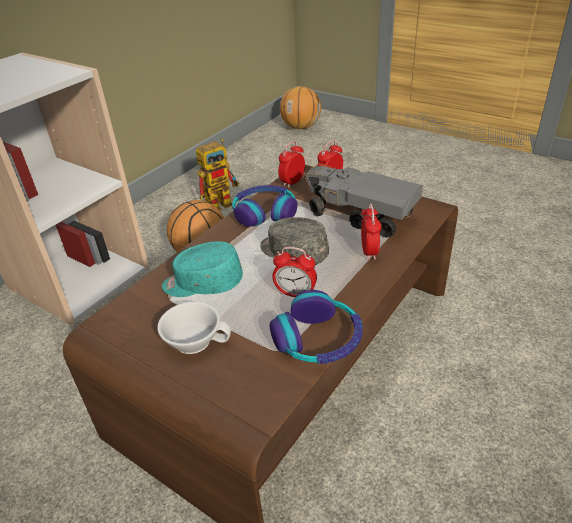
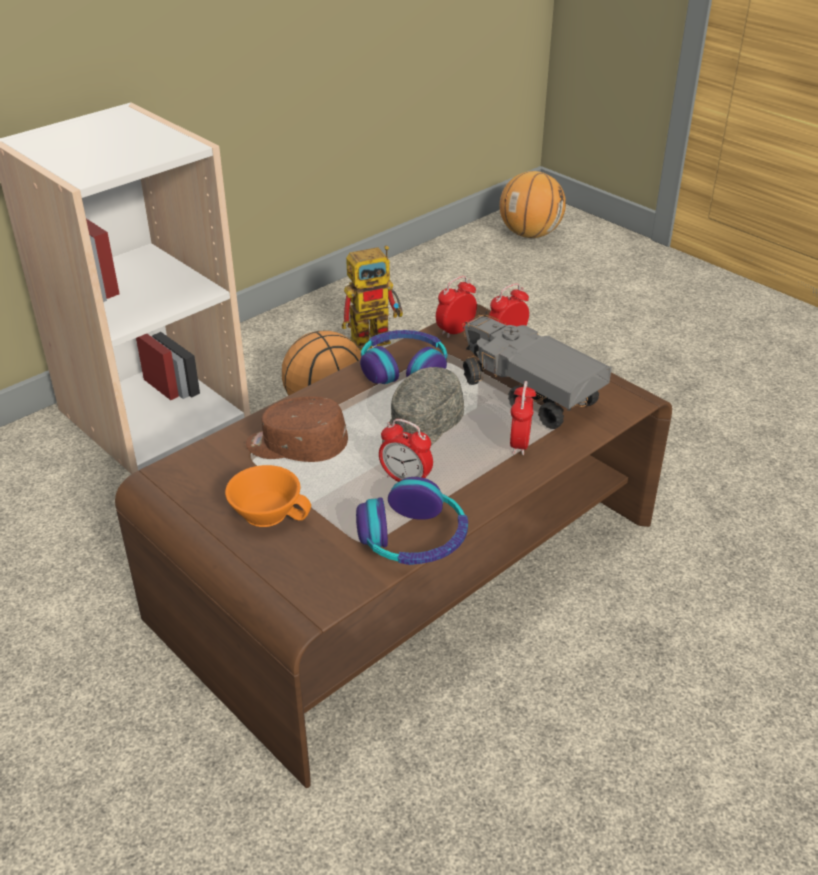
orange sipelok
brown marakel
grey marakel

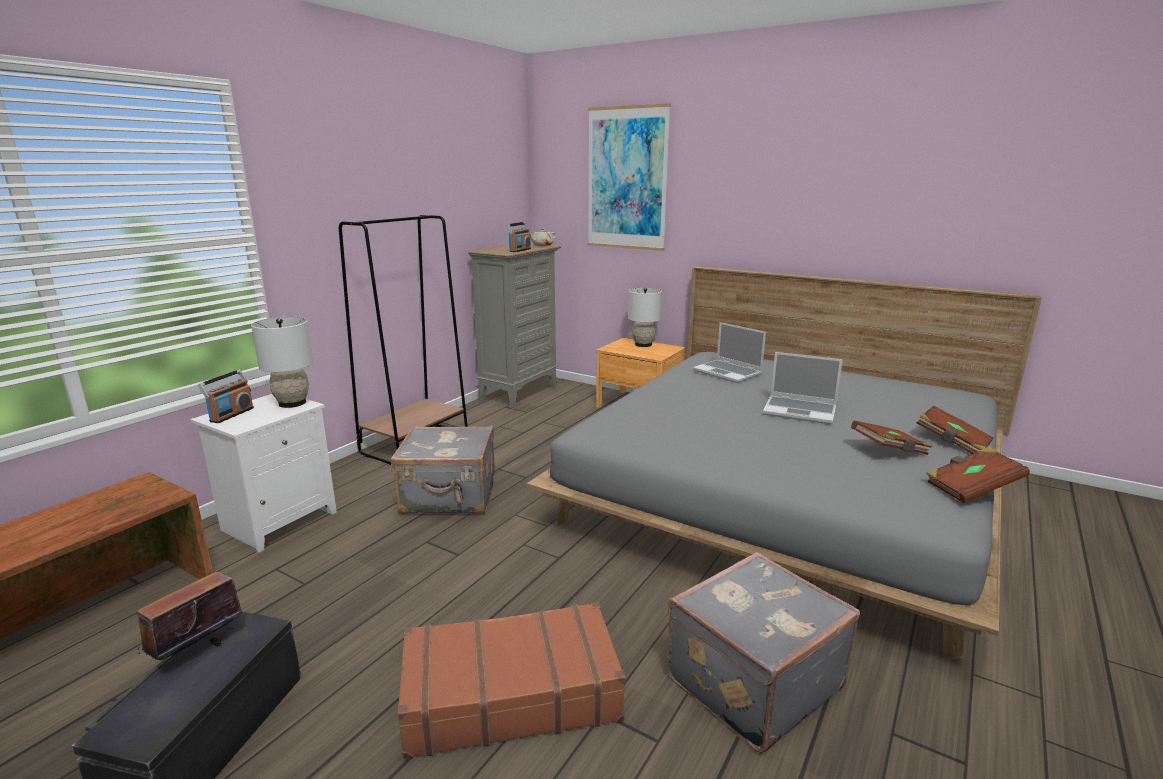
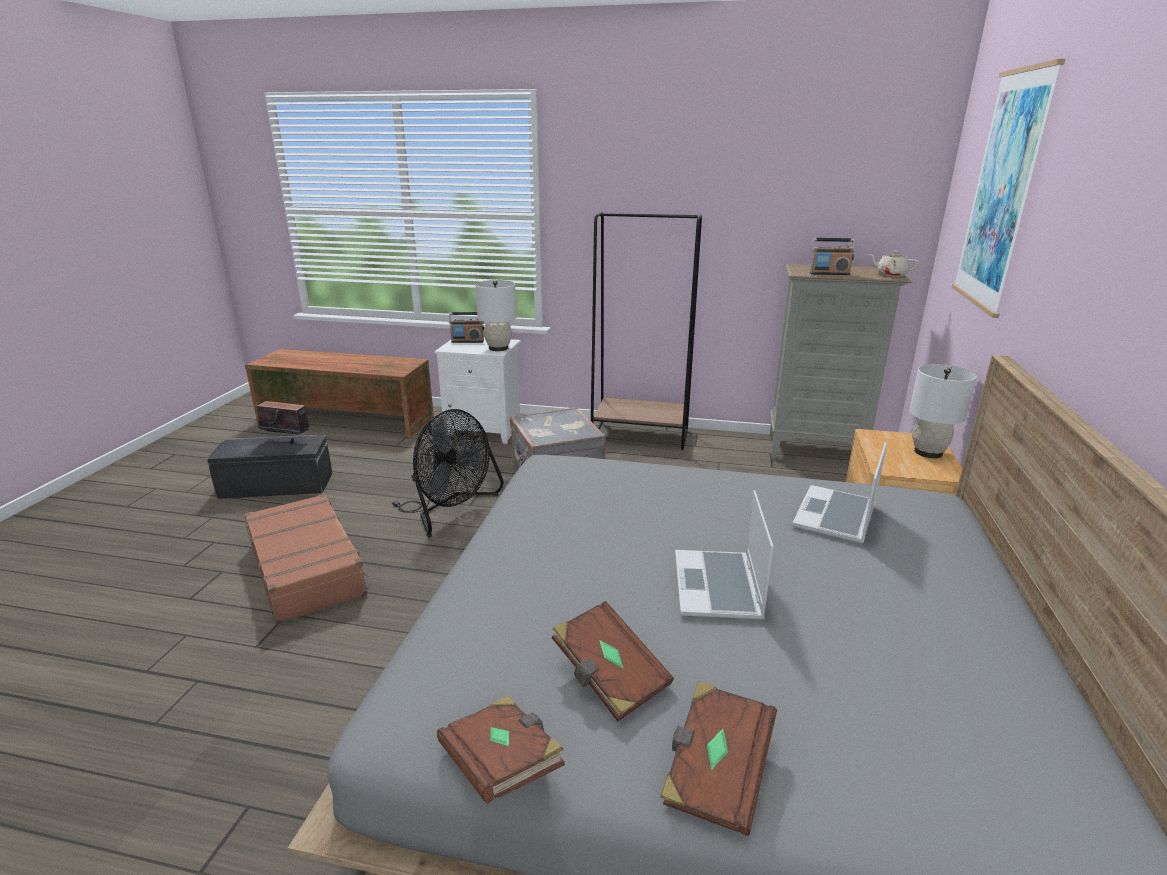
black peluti
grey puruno (2nd from left in the first image)

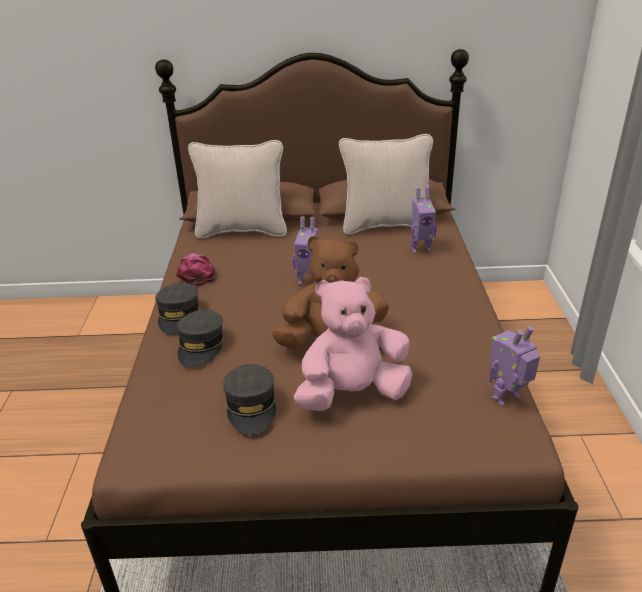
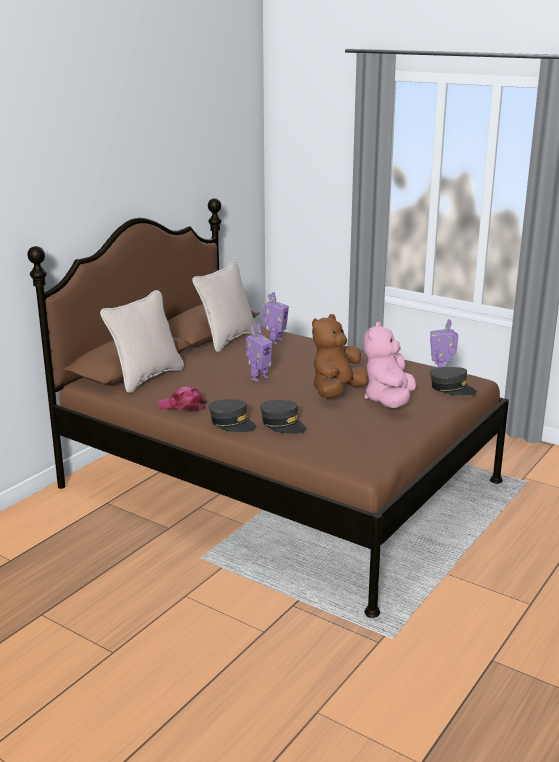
grey marakel (3rd from left)

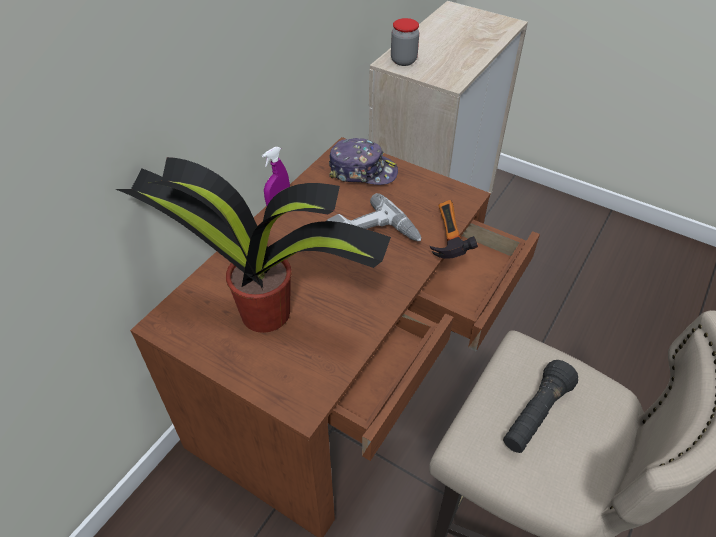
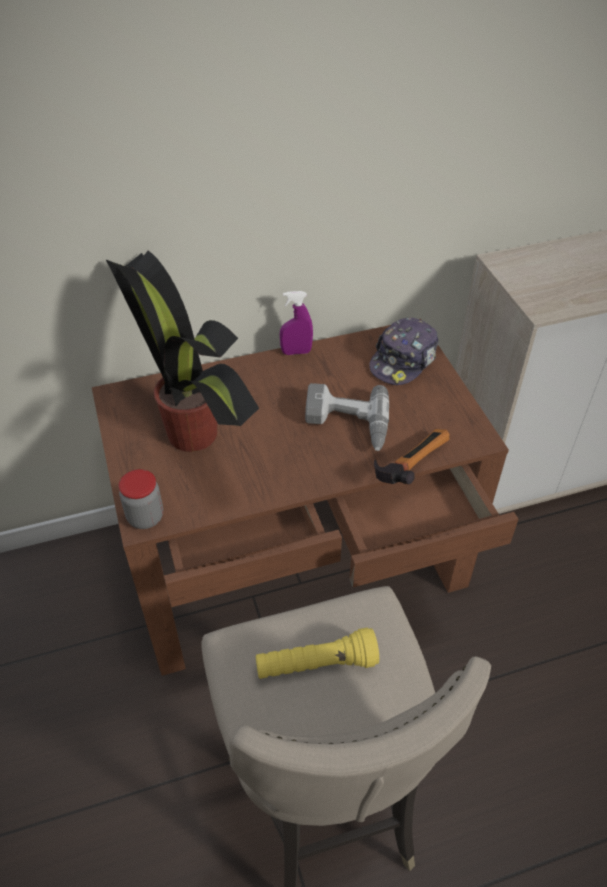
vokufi
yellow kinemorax
marakel

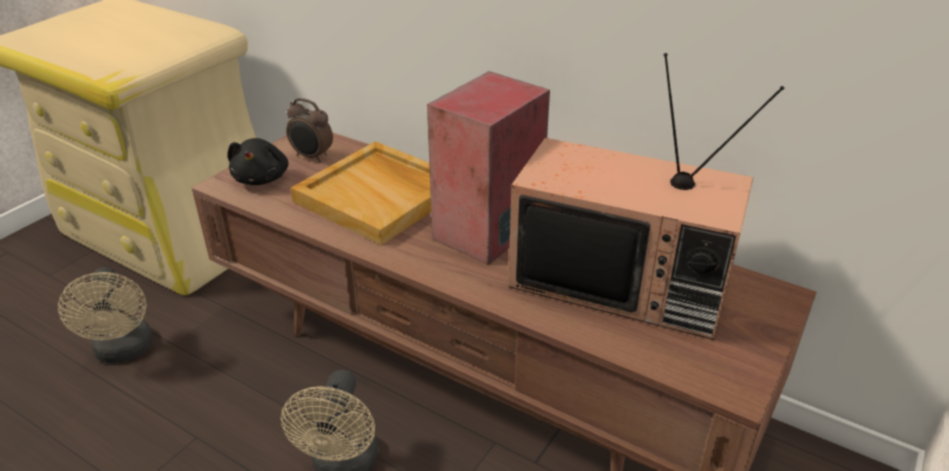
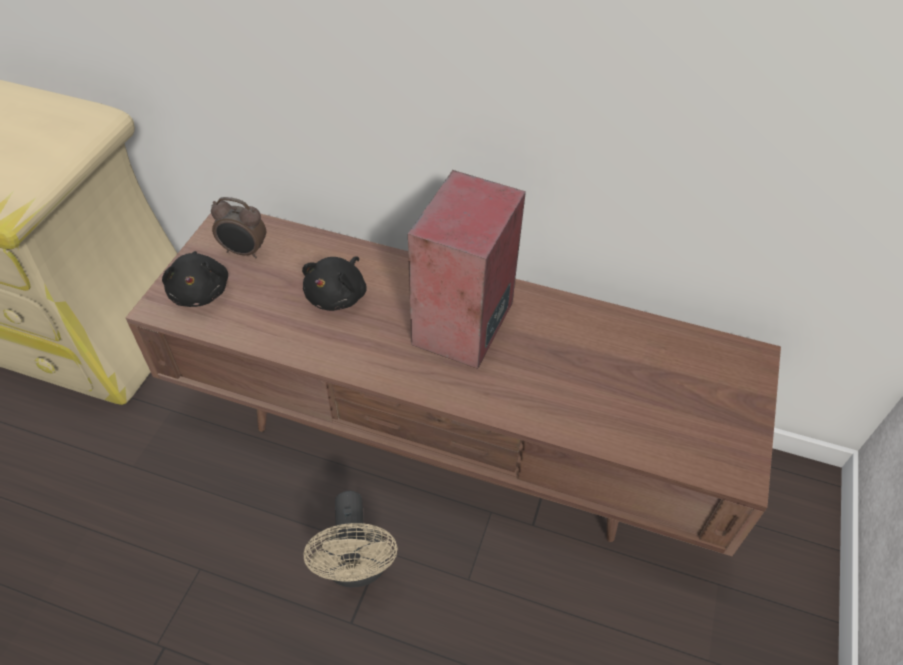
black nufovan (2nd from left)
beige peluti (1st from left in the first image)
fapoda

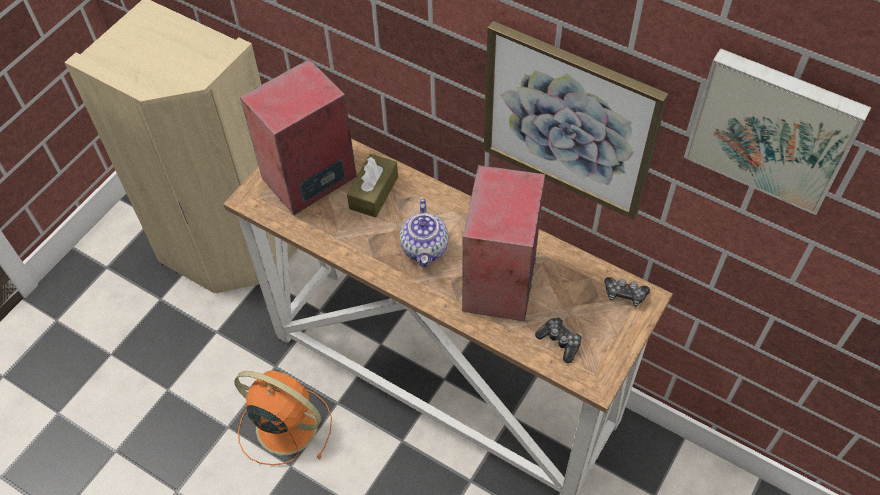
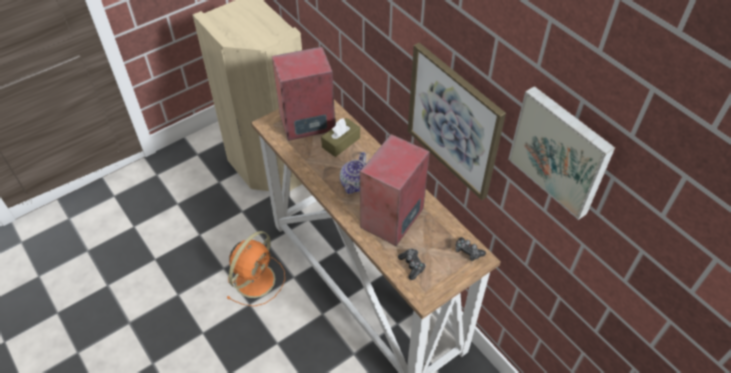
orange peluti

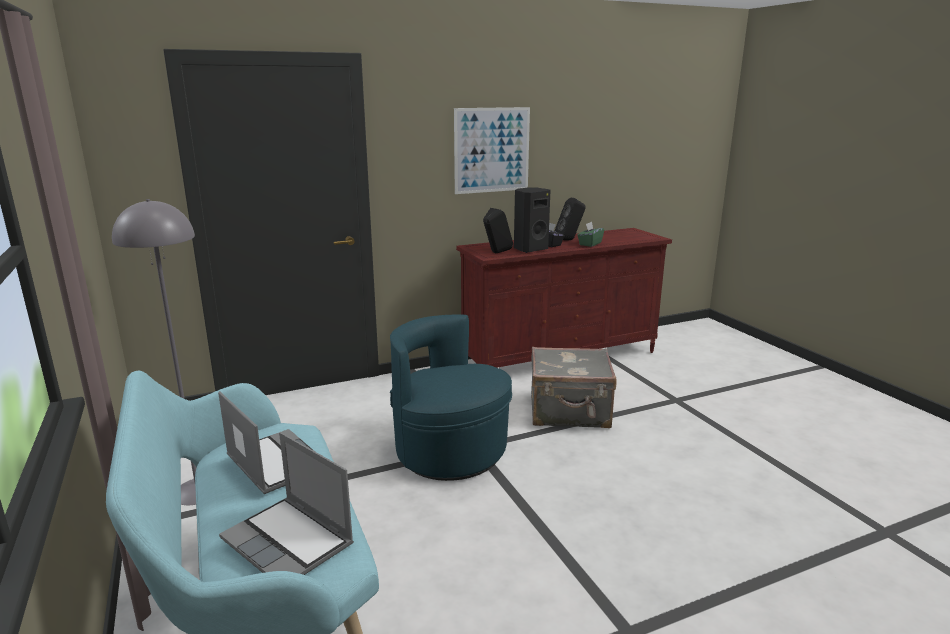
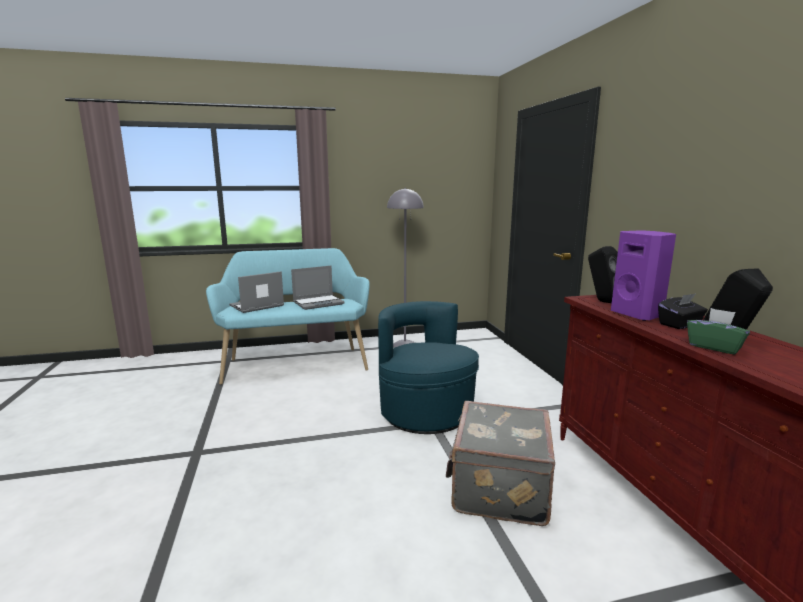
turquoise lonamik
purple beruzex
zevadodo

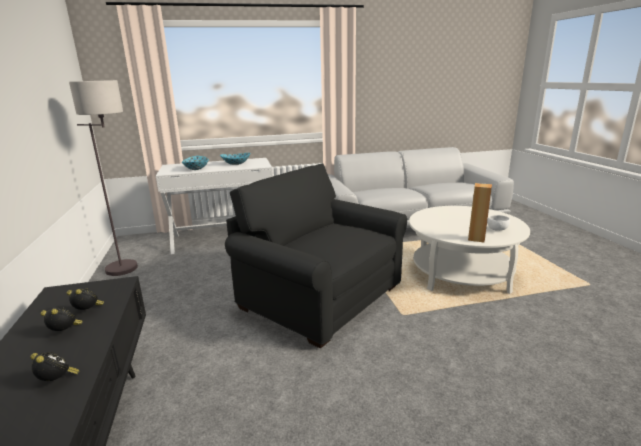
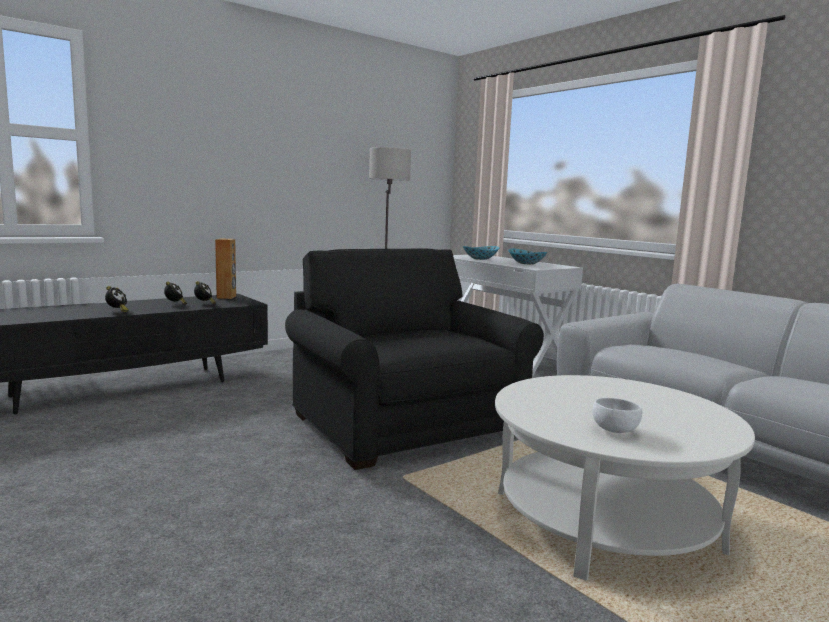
brown beruzex
black lonamik

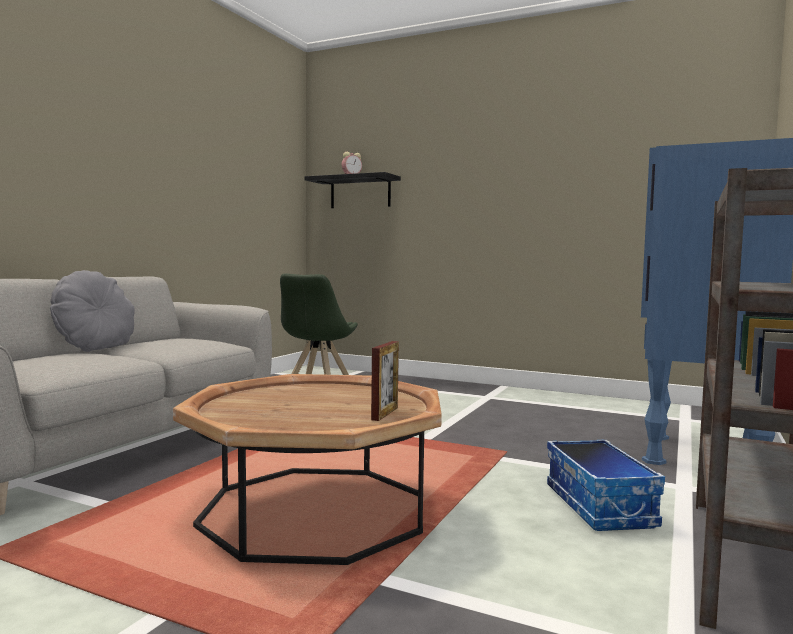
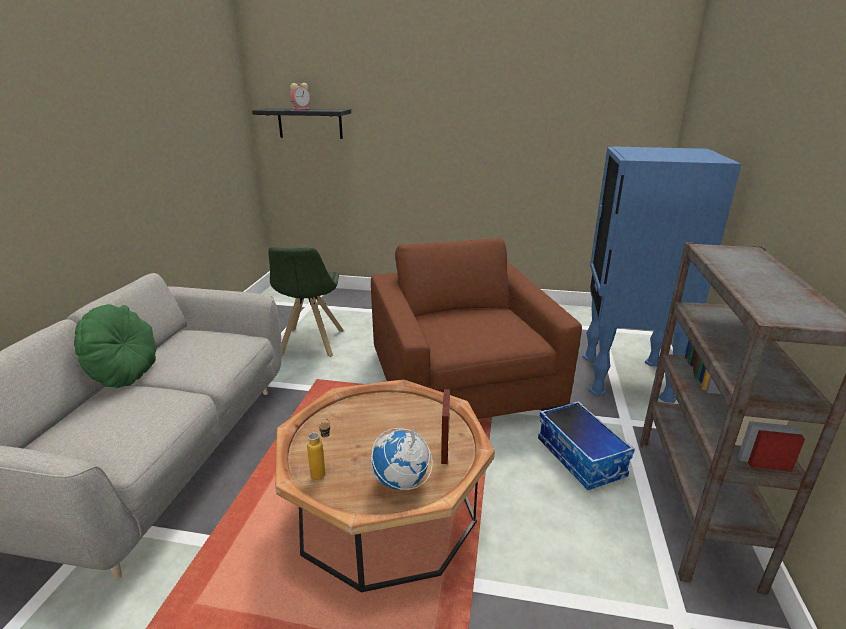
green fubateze
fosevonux
brown lonamik
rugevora

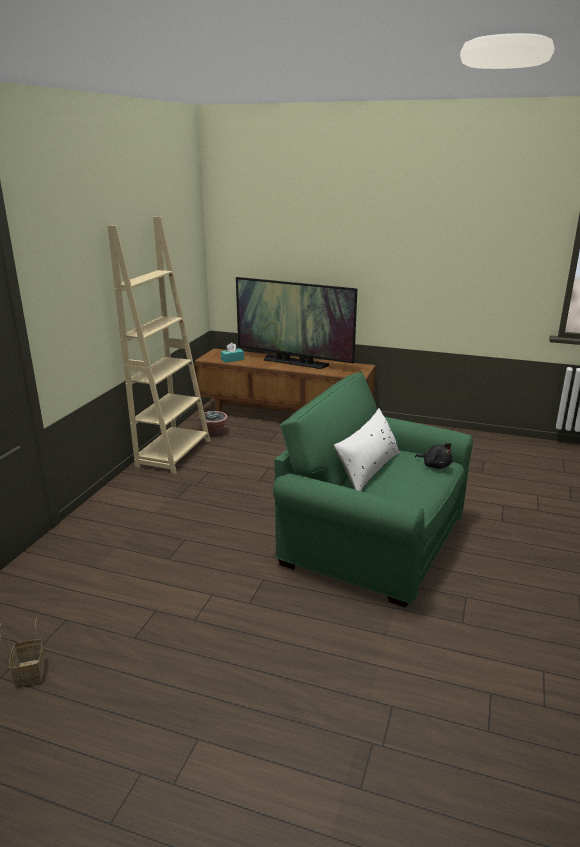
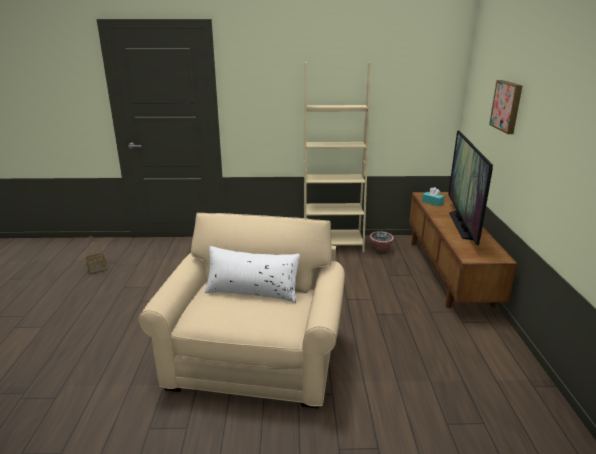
beige lonamik
zevadodo
black nufovan

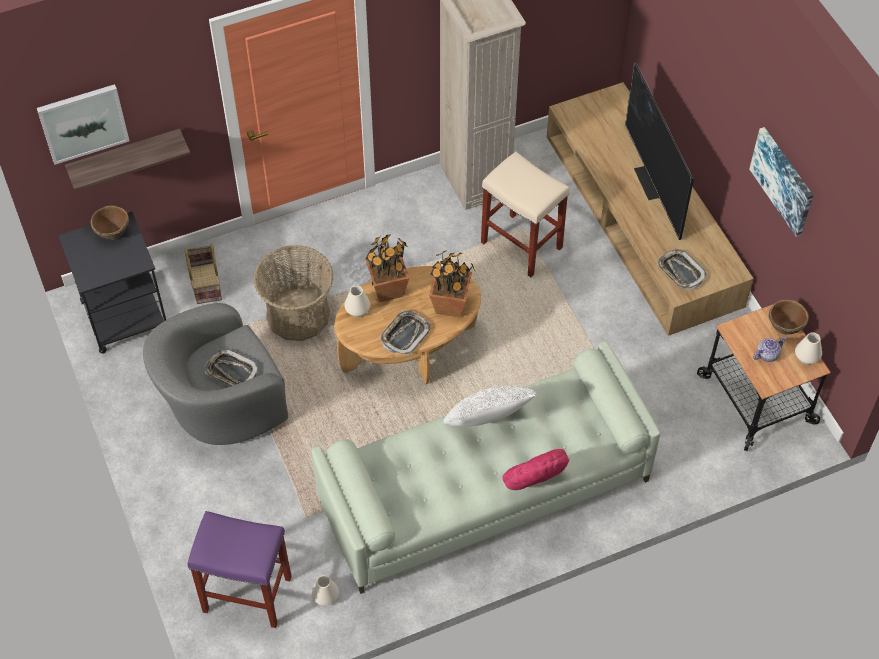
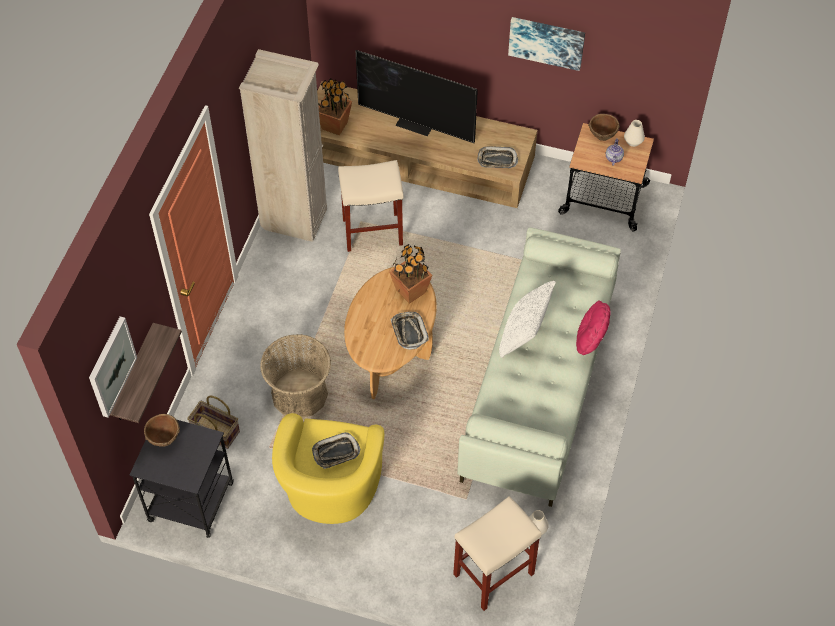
yellow lonamik
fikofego (1st from left)
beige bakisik (2nd from left)
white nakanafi (2nd from left in the first image)

